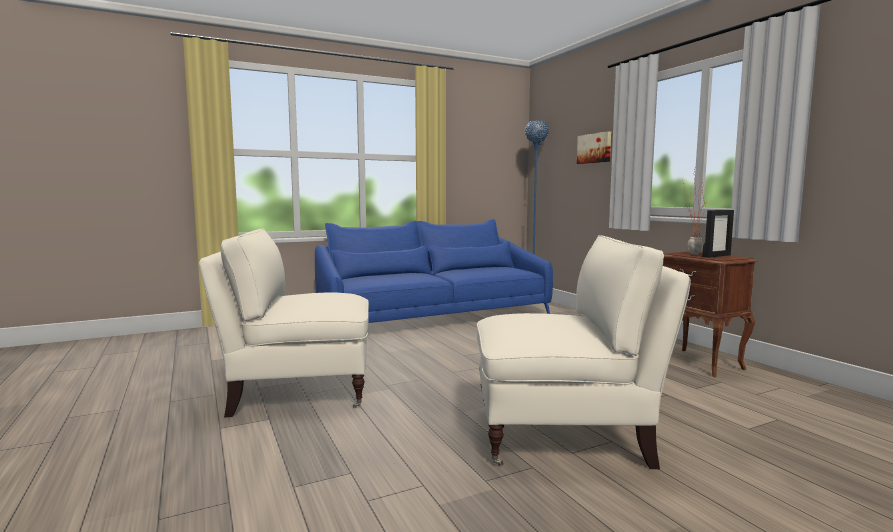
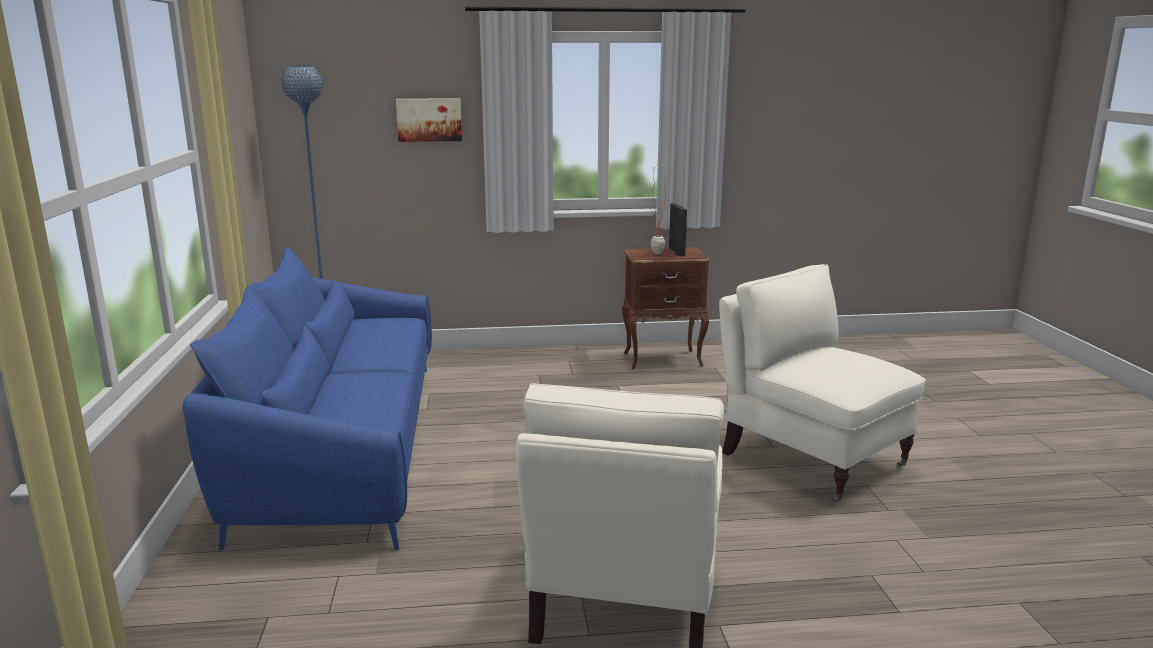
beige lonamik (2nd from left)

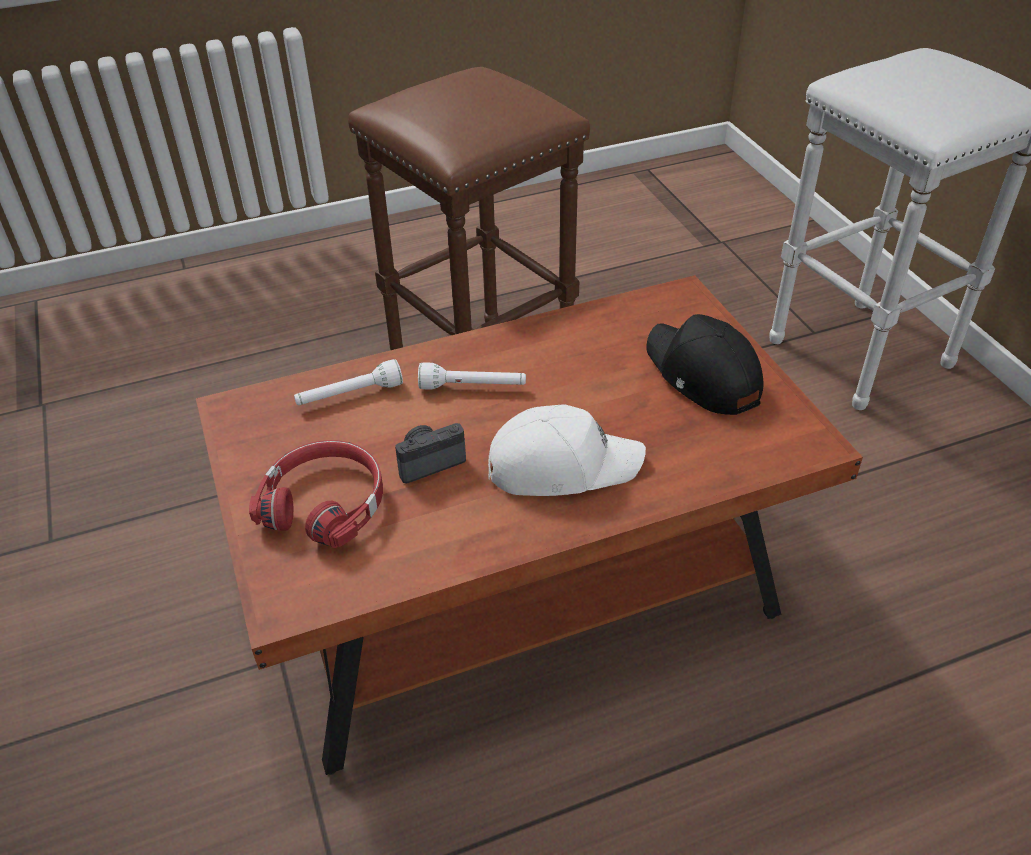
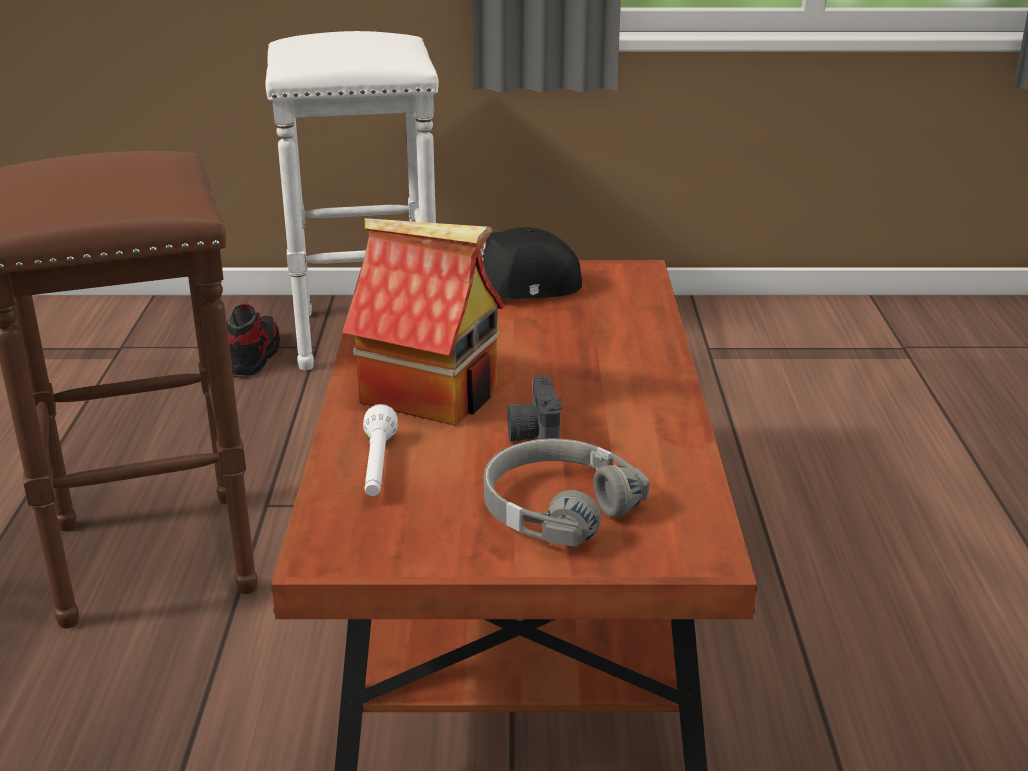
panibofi
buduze
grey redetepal
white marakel

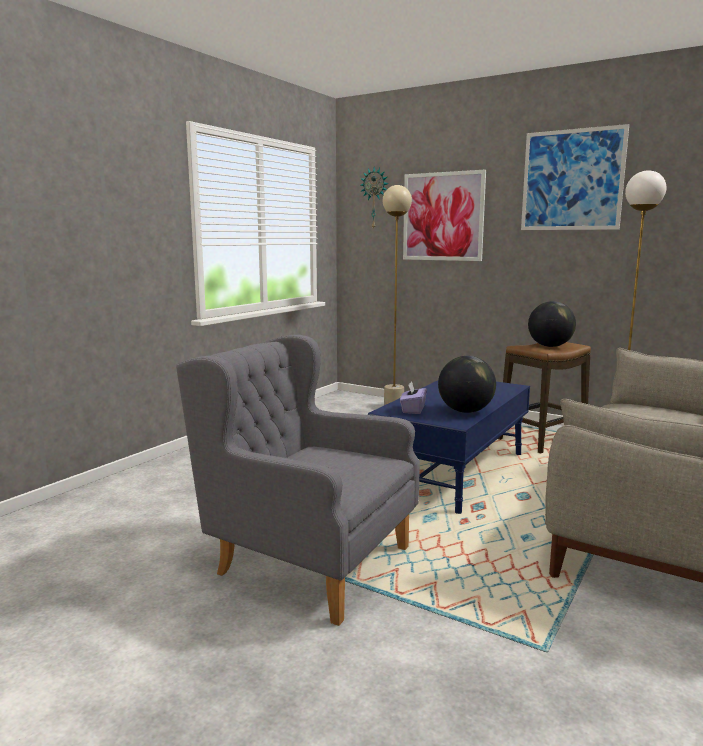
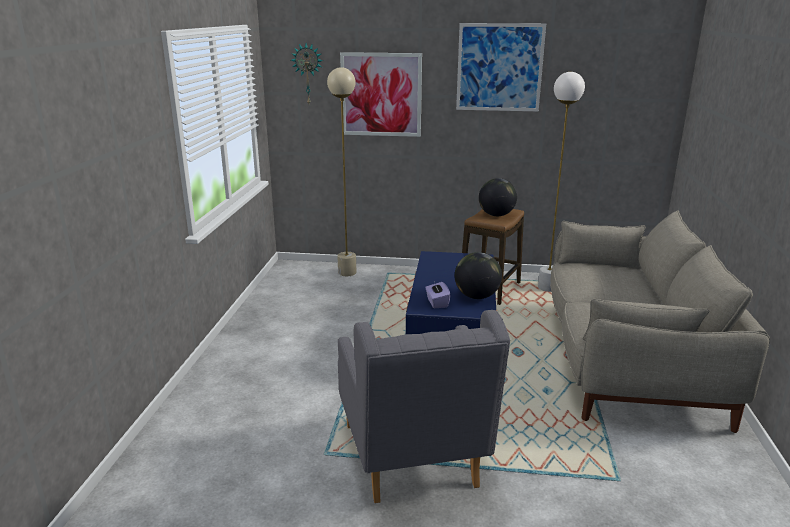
grey lonamik

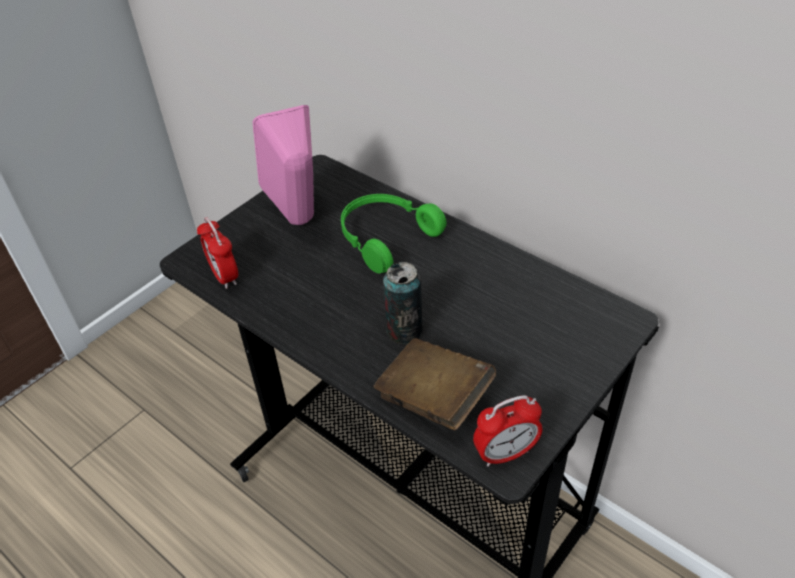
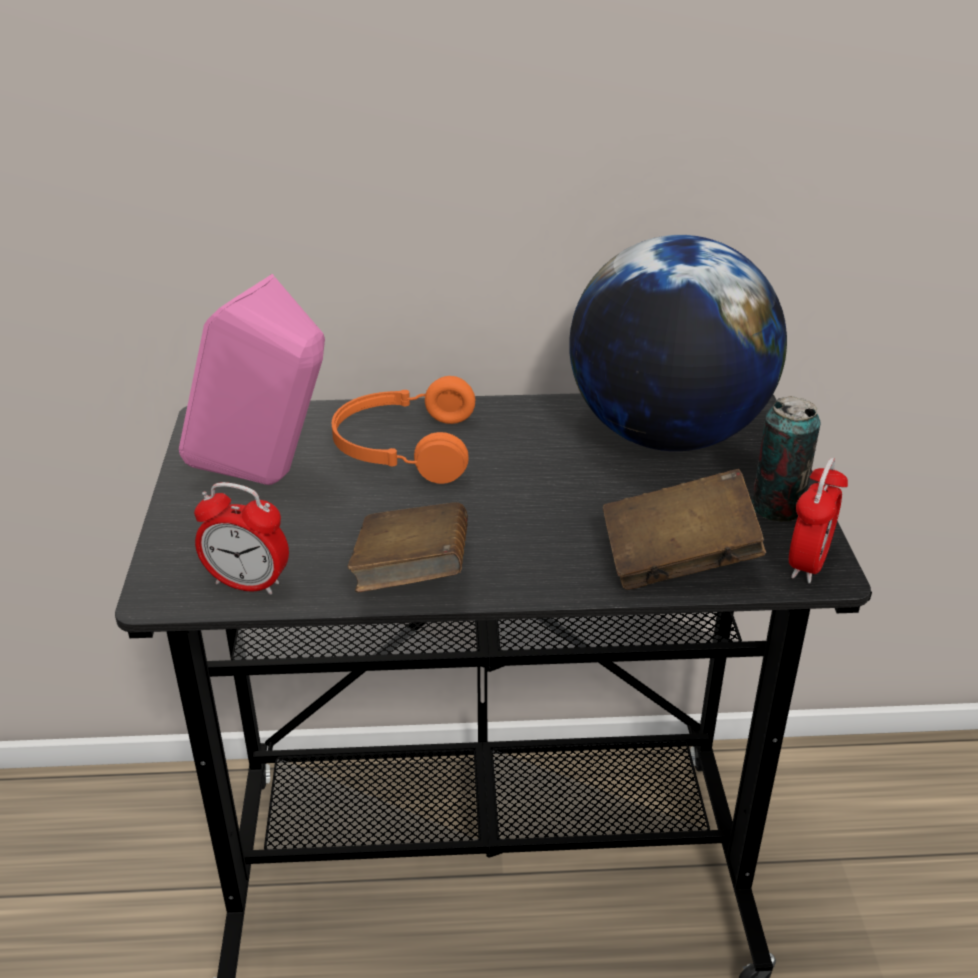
orange redetepal
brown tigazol (1st from left)
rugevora
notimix

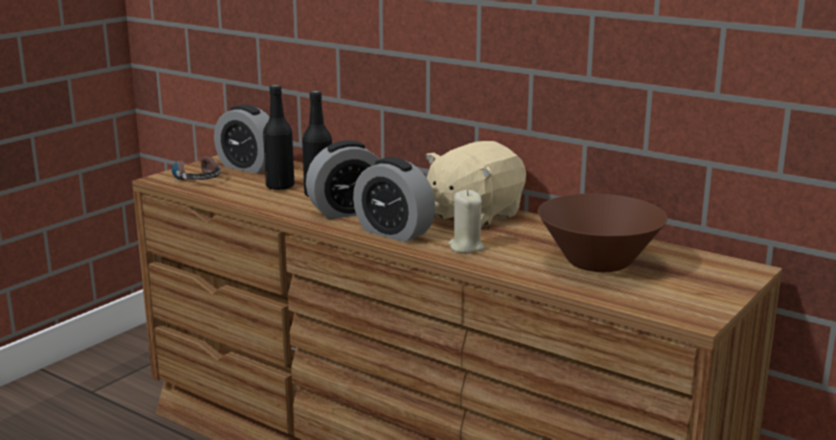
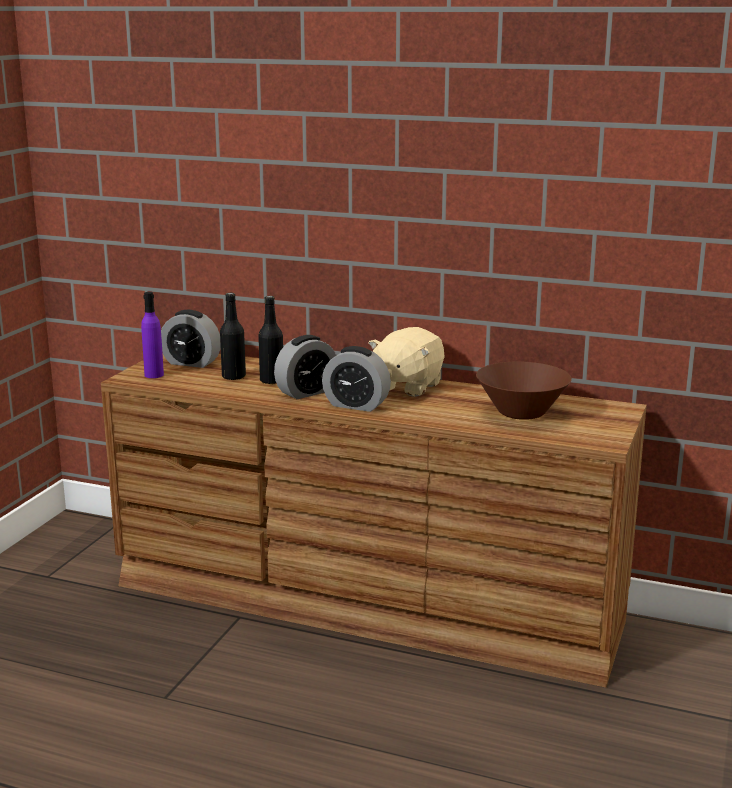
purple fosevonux
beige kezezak

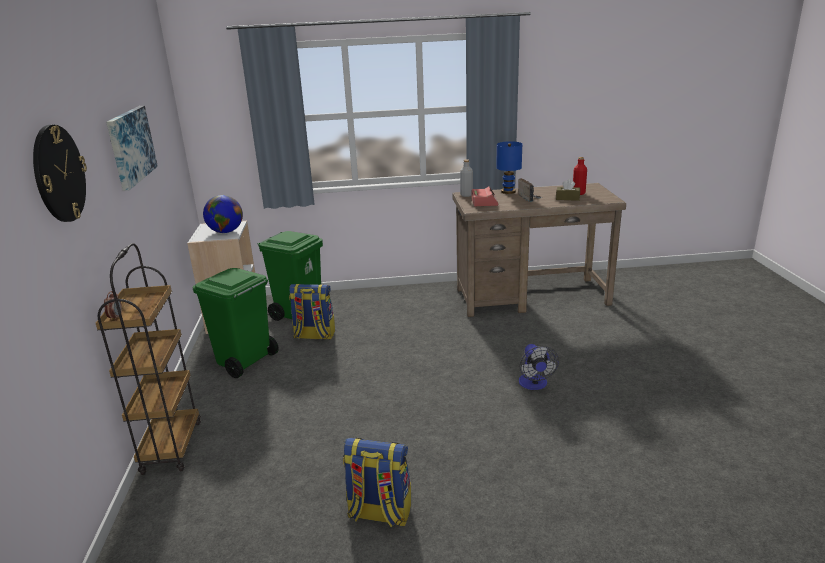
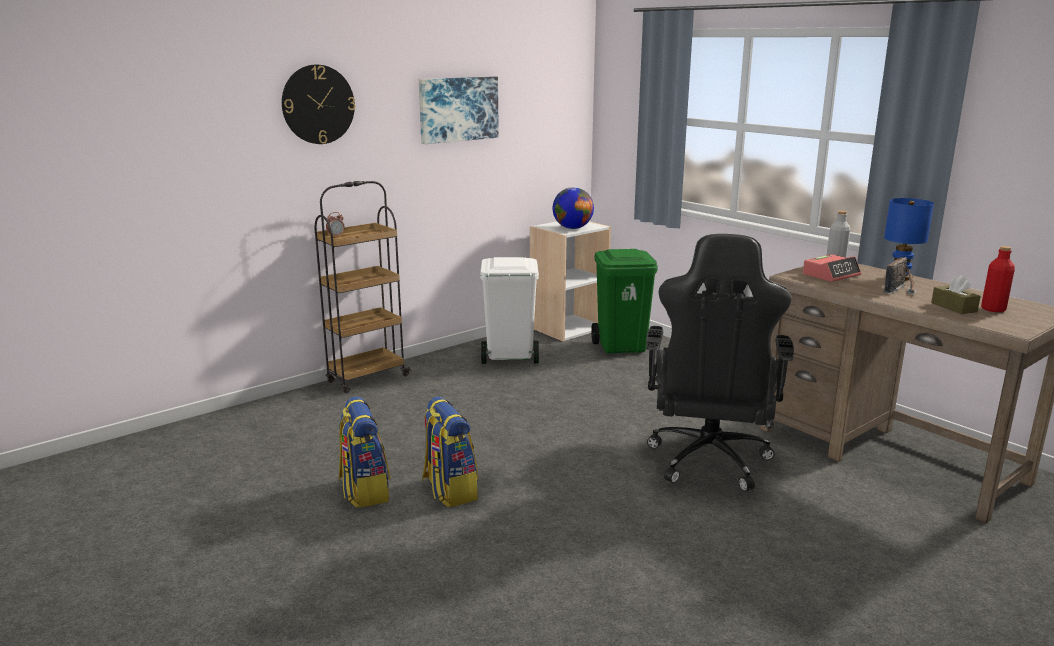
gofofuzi (2nd from left)
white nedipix
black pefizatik
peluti

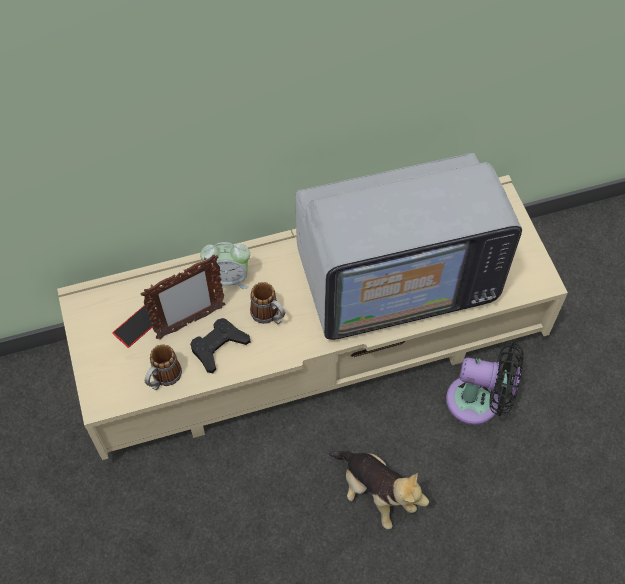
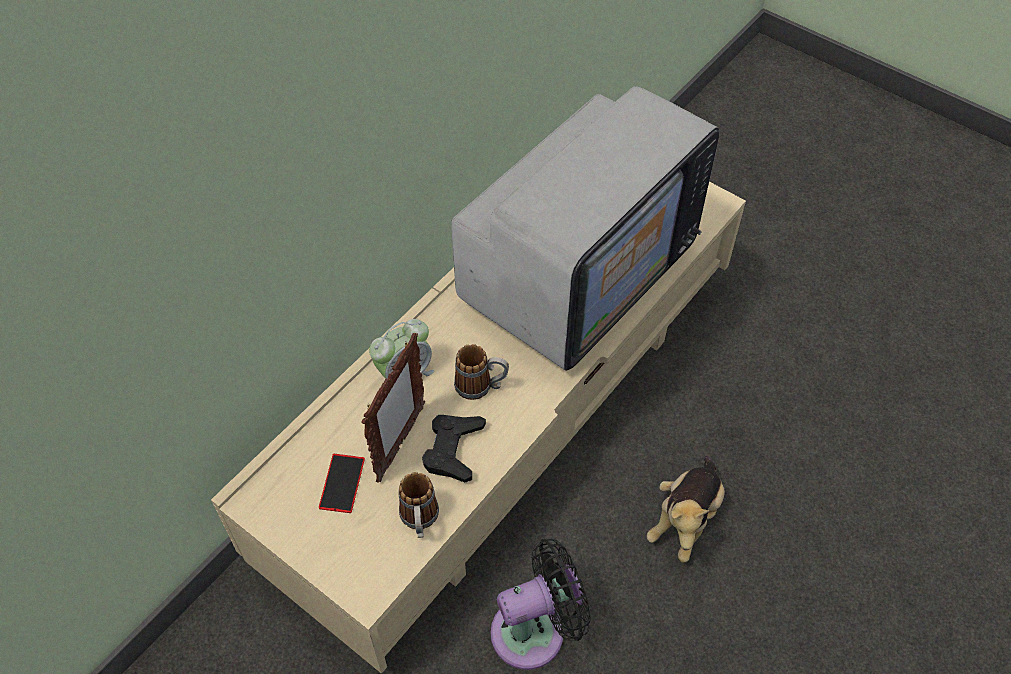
black peluti
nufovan

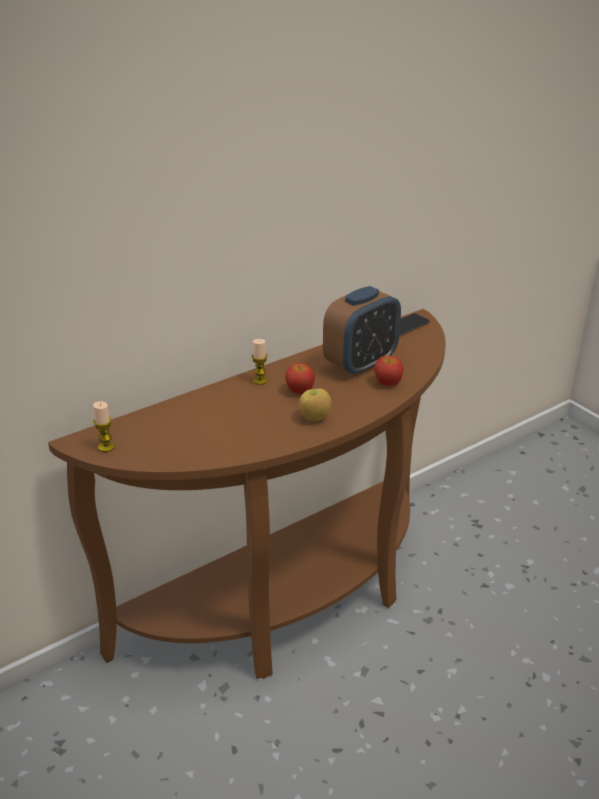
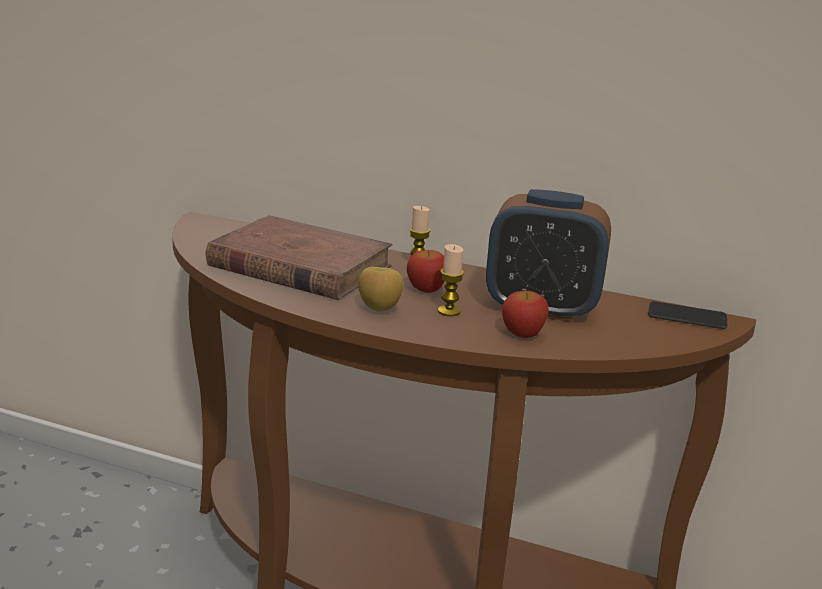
brown tigazol
kezezak (2nd from left)

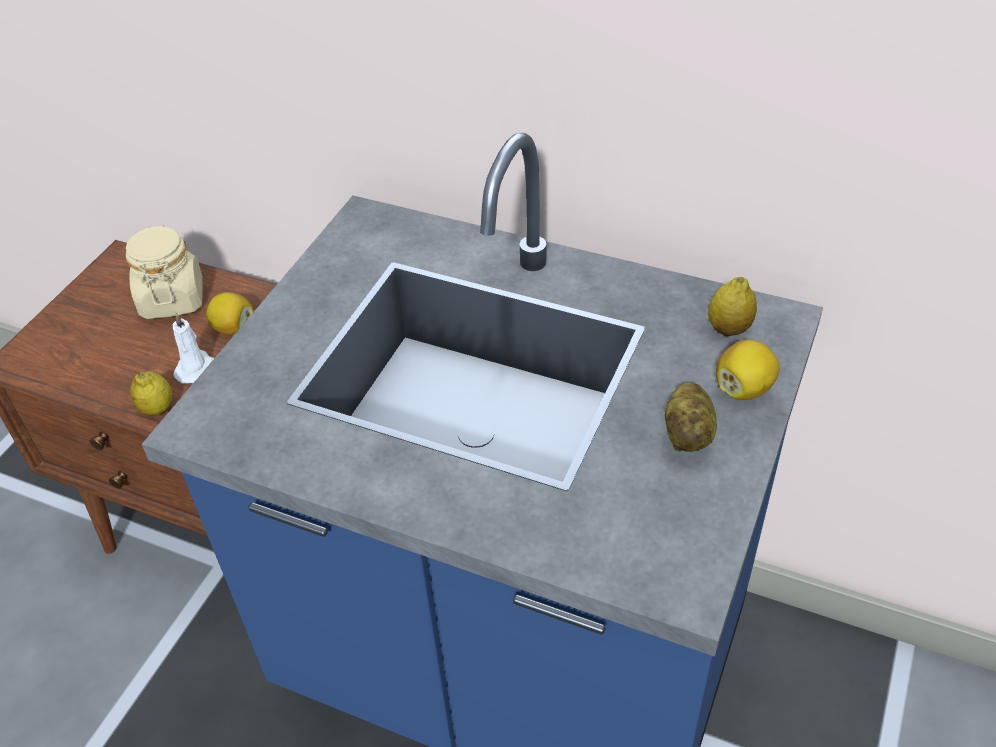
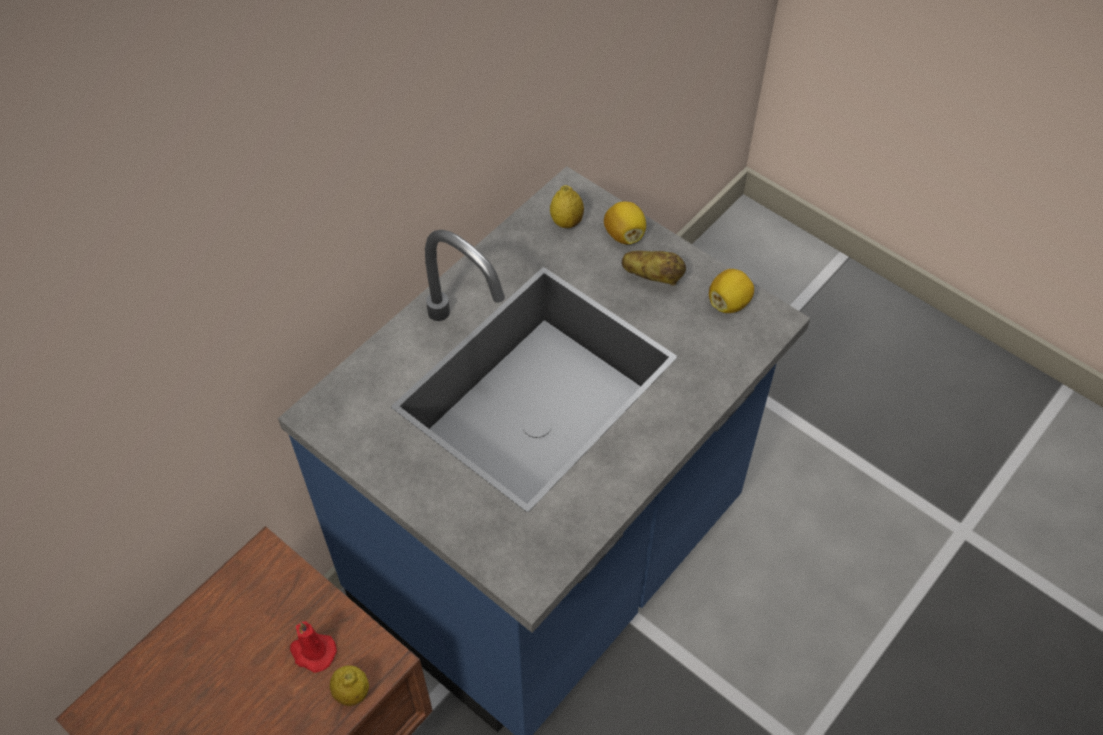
red kezezak
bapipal (4th from left)
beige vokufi

